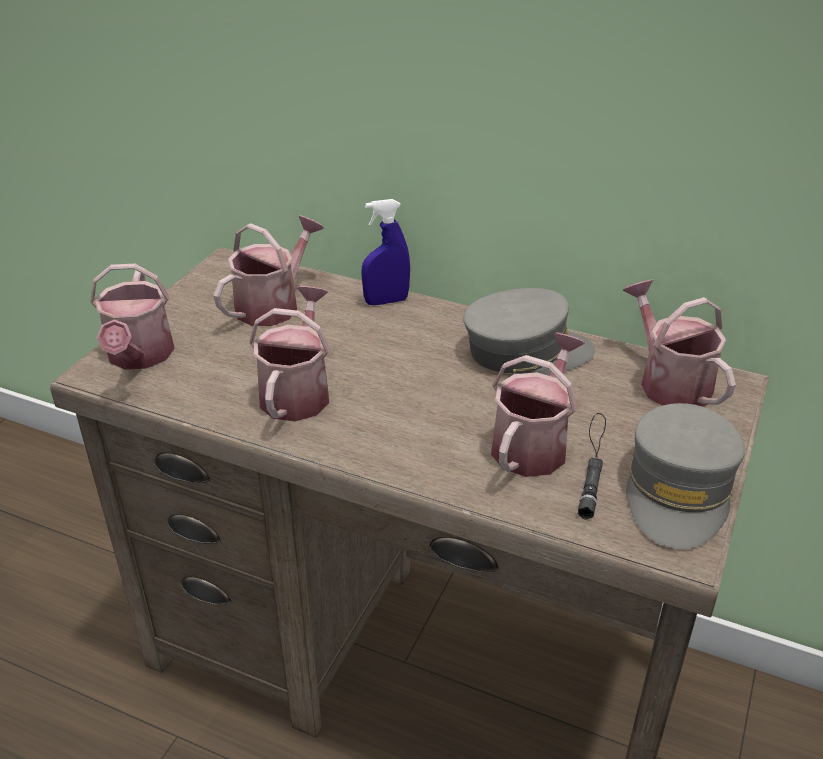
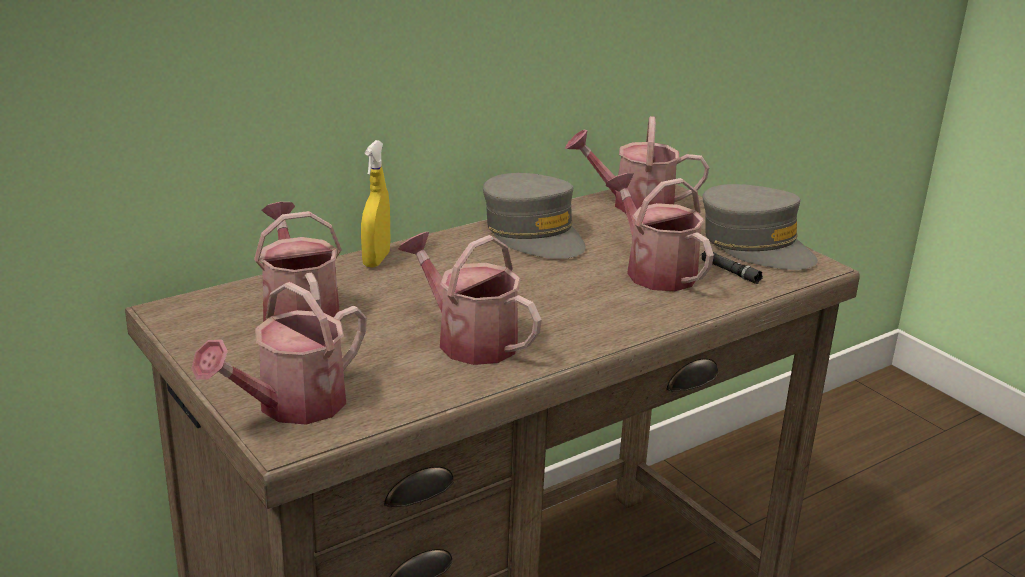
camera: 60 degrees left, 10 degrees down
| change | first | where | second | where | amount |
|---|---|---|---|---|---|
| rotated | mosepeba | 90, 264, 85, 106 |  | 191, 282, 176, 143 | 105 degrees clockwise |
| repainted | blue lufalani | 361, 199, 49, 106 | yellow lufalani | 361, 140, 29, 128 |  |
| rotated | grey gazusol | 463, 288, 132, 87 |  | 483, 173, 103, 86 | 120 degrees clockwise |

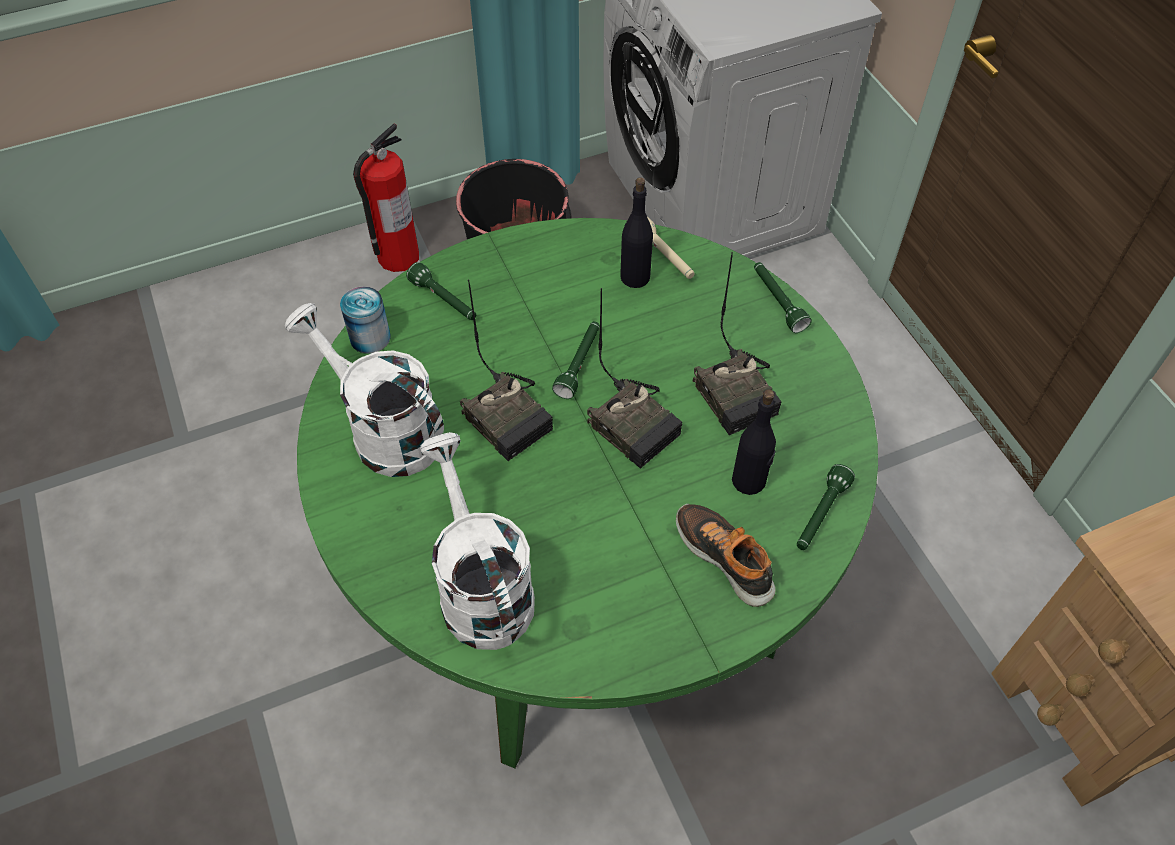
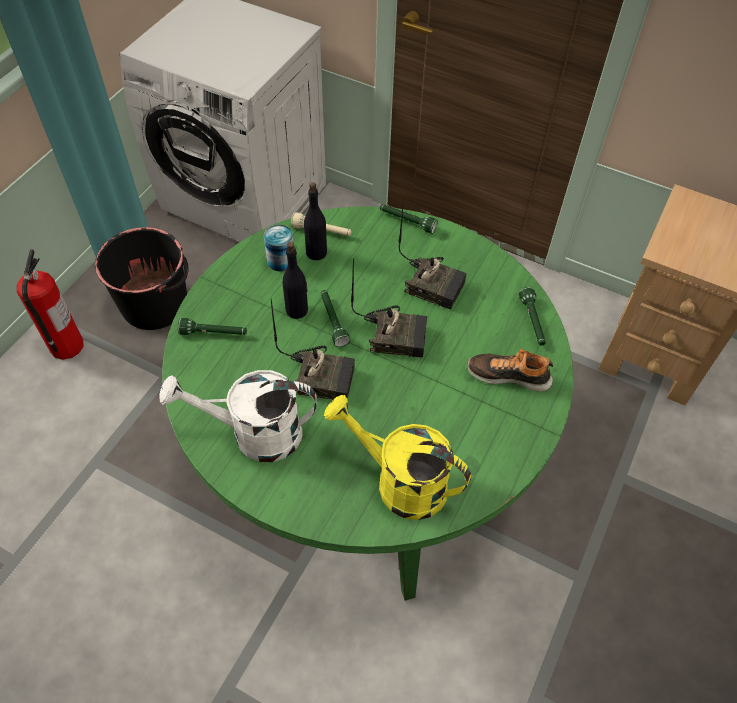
camera: 40 degrees left, 0 degrees up
| change | first | where | second | where | amount |
|---|---|---|---|---|---|
| shifted | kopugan | 340, 286, 50, 68 |  | 264, 225, 29, 46 |  |
| shifted | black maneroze | 732, 389, 44, 106 |  | 283, 242, 25, 77 |  |
| repainted | white mosepeba | 420, 432, 115, 218 | yellow mosepeba | 324, 395, 147, 125 |  |

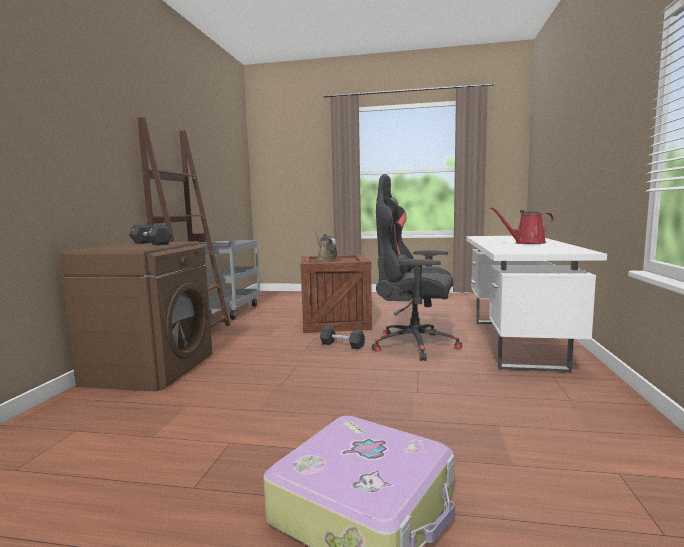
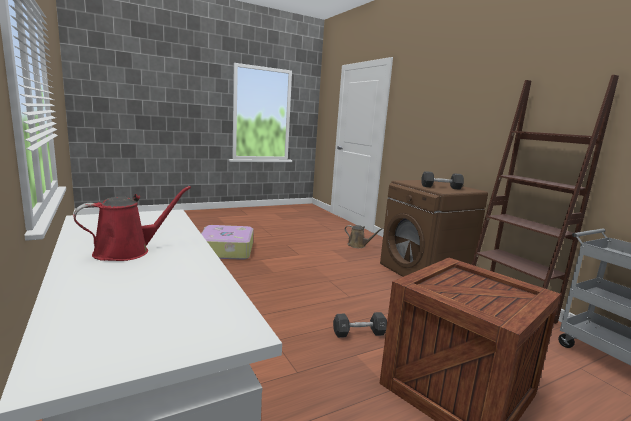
camera: 140 degrees right, 5 degrees up
| change | first | where | second | where | amount |
|---|---|---|---|---|---|
| shifted | brown mosepeba | 315, 231, 23, 32 |  | 345, 225, 39, 23 |  |
| gone | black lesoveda | 372, 174, 90, 187 |  |  |  |

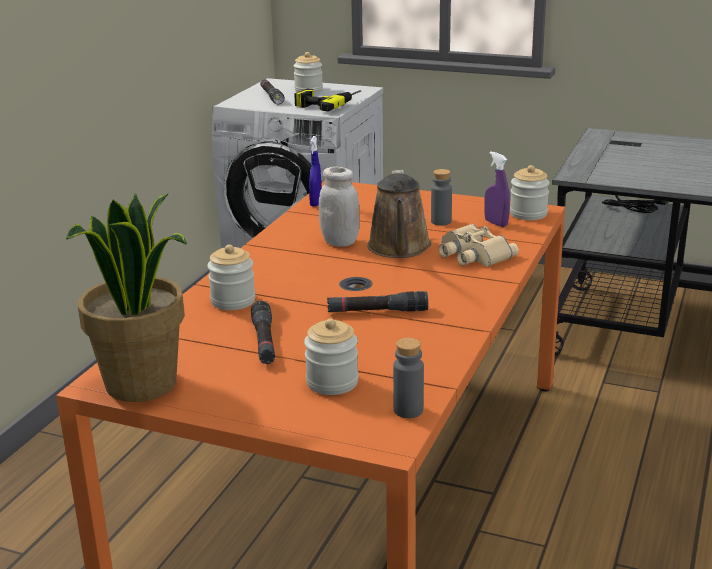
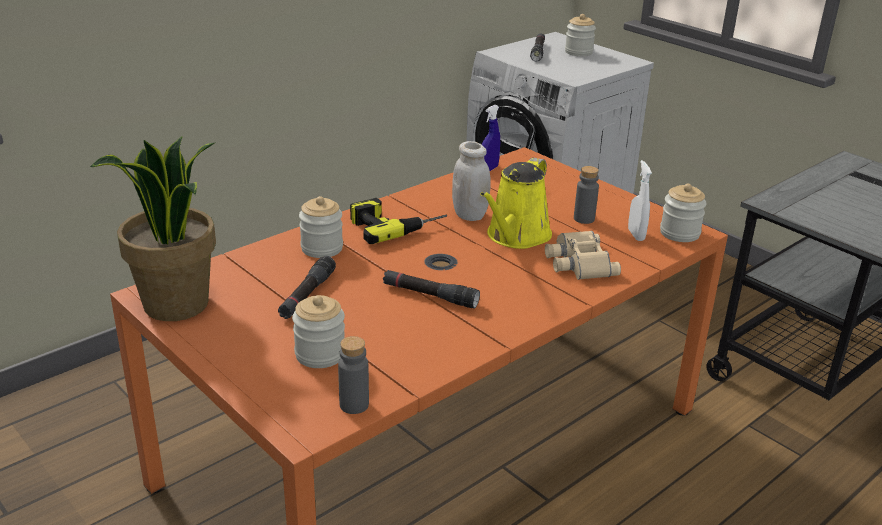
camera: 25 degrees right, 5 degrees up
| change | first | where | second | where | amount |
|---|---|---|---|---|---|
| shifted | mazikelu | 294, 89, 67, 23 |  | 350, 198, 97, 46 |  |
| repainted | brown mosepeba | 367, 170, 64, 88 | yellow mosepeba | 480, 158, 72, 91 |  |
| repainted | purple lufalani | 484, 151, 26, 76 | white lufalani | 628, 160, 24, 81 |  |

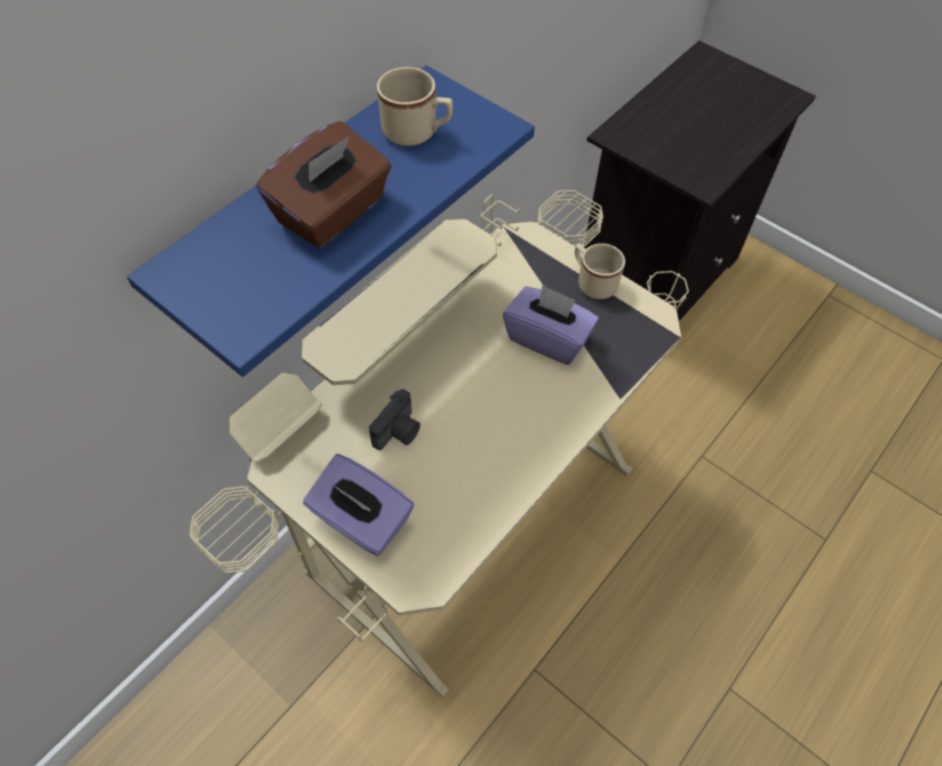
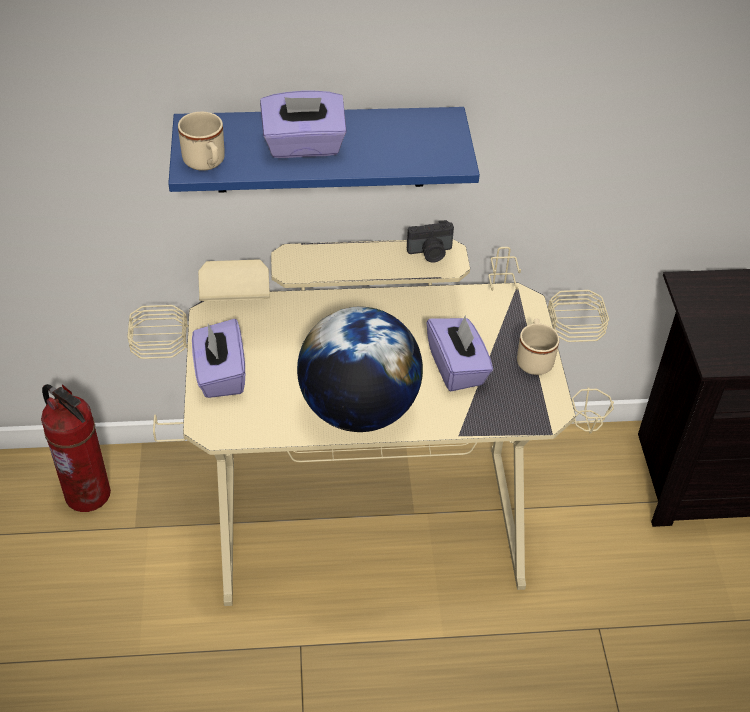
camera: 45 degrees right, 10 degrees down
| change | first | where | second | where | amount |
|---|---|---|---|---|---|
| new |  |  | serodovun | 41, 384, 70, 128 |  |
| shifted | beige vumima | 377, 67, 76, 79 |  | 178, 112, 47, 59 |  |
| repainted | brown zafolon | 256, 121, 135, 127 | purple zafolon | 260, 91, 87, 67 |  |
| new |  |  | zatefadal | 297, 307, 126, 125 |  |
| shifted | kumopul | 369, 389, 51, 61 |  | 407, 220, 47, 42 |  |

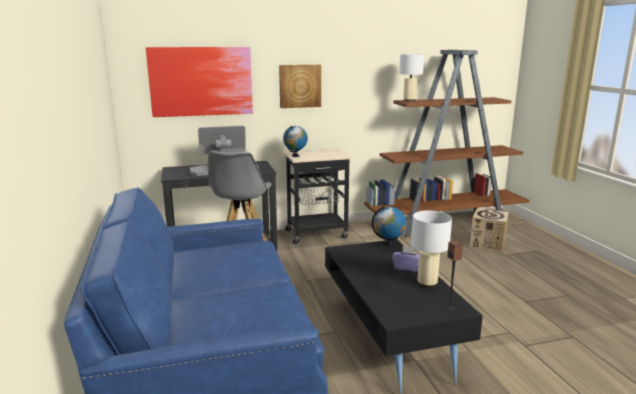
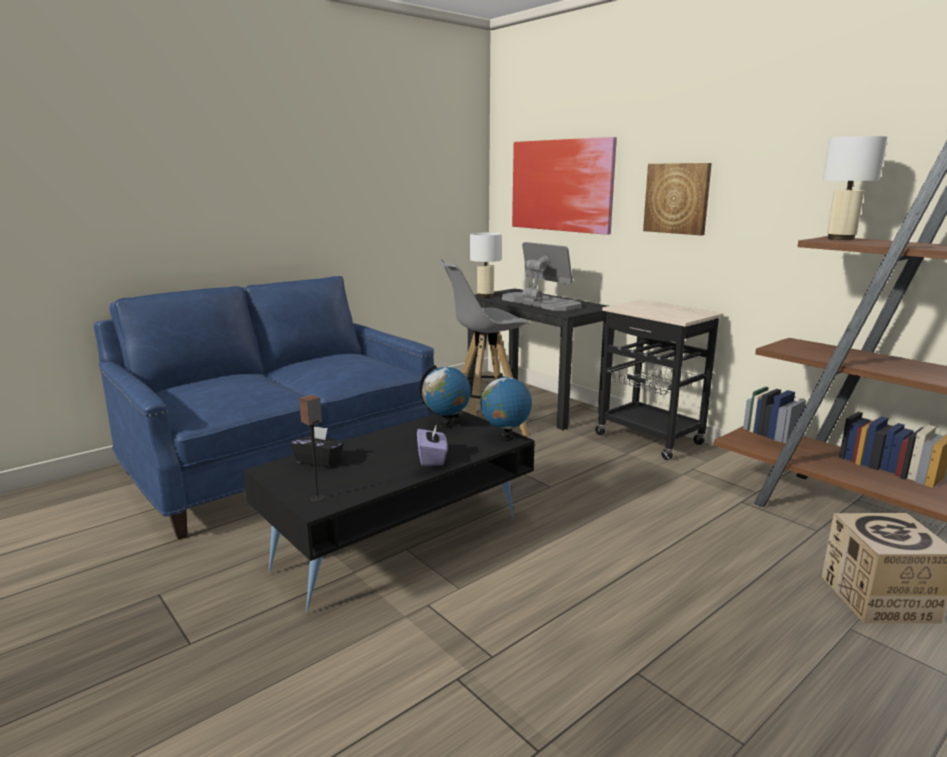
camera: 65 degrees right, 0 degrees up
| change | first | where | second | where | amount |
|---|---|---|---|---|---|
| new |  |  | black zafolon | 291, 427, 53, 40 |  |
| shifted | zatefadal | 283, 126, 25, 31 |  | 420, 365, 51, 63 |  |
| shifted | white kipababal | 411, 210, 41, 78 |  | 470, 233, 32, 64 |  |

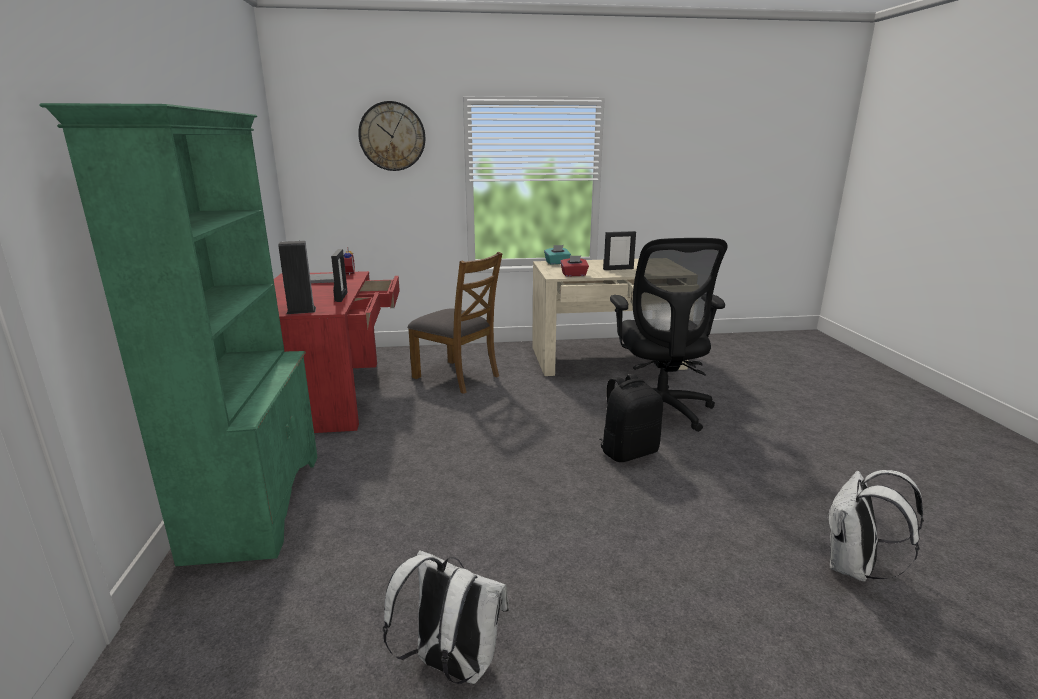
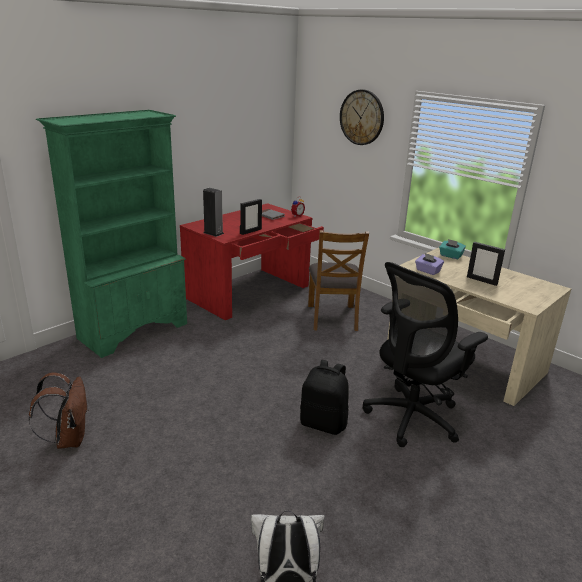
camera: 50 degrees right, 5 degrees up
| change | first | where | second | where | amount |
|---|---|---|---|---|---|
| repainted | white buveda | 383, 550, 126, 134 | brown buveda | 28, 373, 61, 76 |  |
| repainted | red zafolon | 560, 255, 29, 22 | purple zafolon | 415, 253, 29, 22 |  |

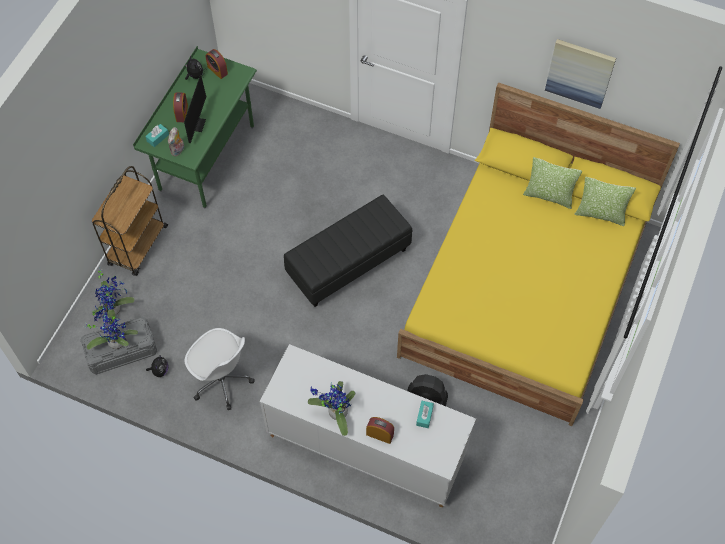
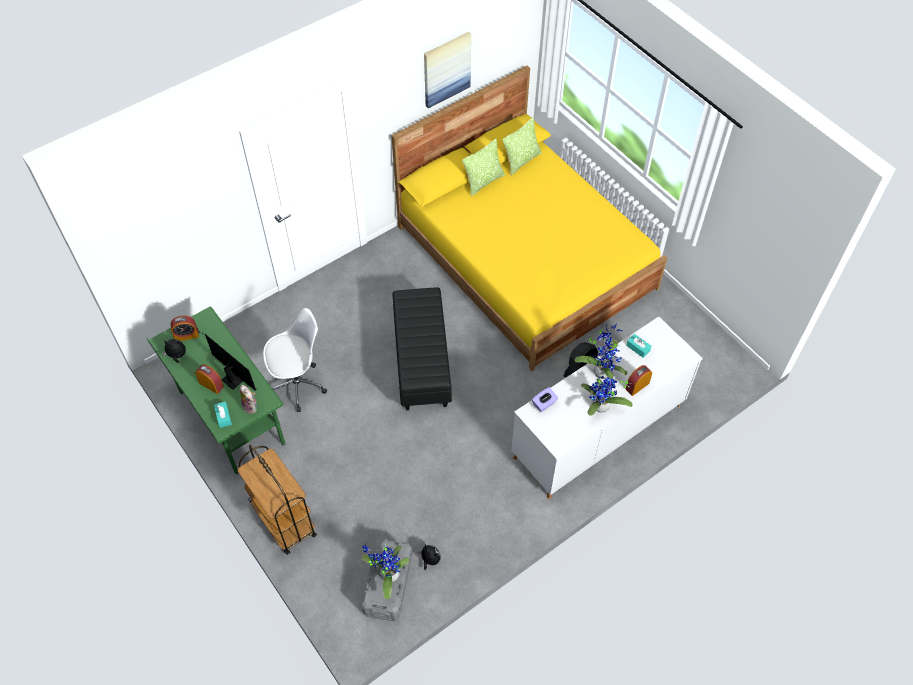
camera: 60 degrees left, 5 degrees down
| change | first | where | second | where | amount |
|---|---|---|---|---|---|
| shifted | white lesoveda | 184, 328, 71, 82 |  | 263, 308, 64, 104 |  |
| new |  |  | purple zafolon | 532, 387, 26, 25 |  |
| shifted | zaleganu | 94, 270, 41, 54 |  | 575, 324, 52, 55 |  |

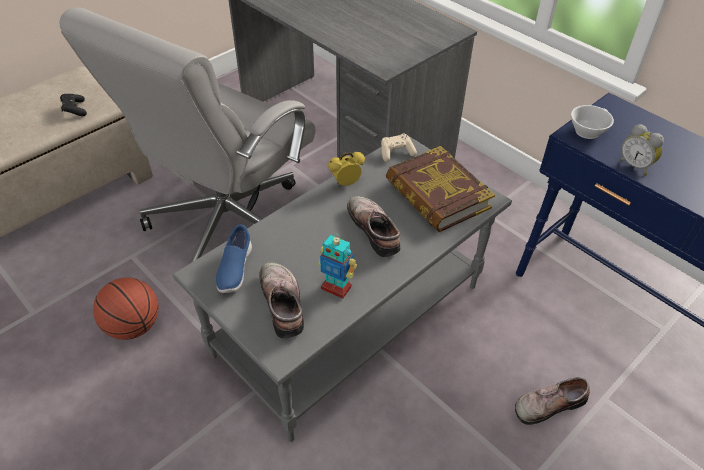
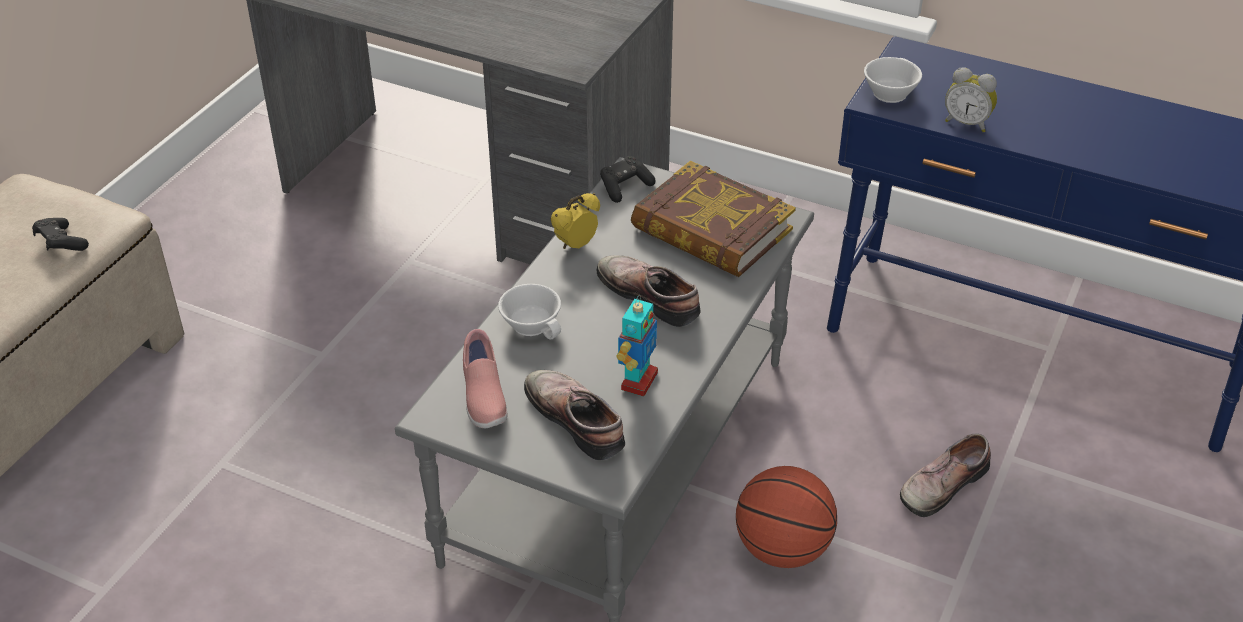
camera: 20 degrees left, 5 degrees down
| change | first | where | second | where | amount |
|---|---|---|---|---|---|
| repainted | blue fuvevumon | 216, 225, 36, 68 | pink fuvevumon | 463, 329, 44, 99 |  |
| new |  |  | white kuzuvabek | 498, 284, 63, 56 |  |
| repainted | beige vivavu | 381, 134, 36, 28 | black vivavu | 600, 156, 55, 47 |  |
| rotated | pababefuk | 318, 233, 39, 66 |  | 616, 295, 42, 102 | 75 degrees counterclockwise |
| shifted | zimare | 93, 278, 66, 62 |  | 736, 466, 101, 102 |  |
| gone | grey lesoveda | 60, 7, 255, 256 |  |  |  |

